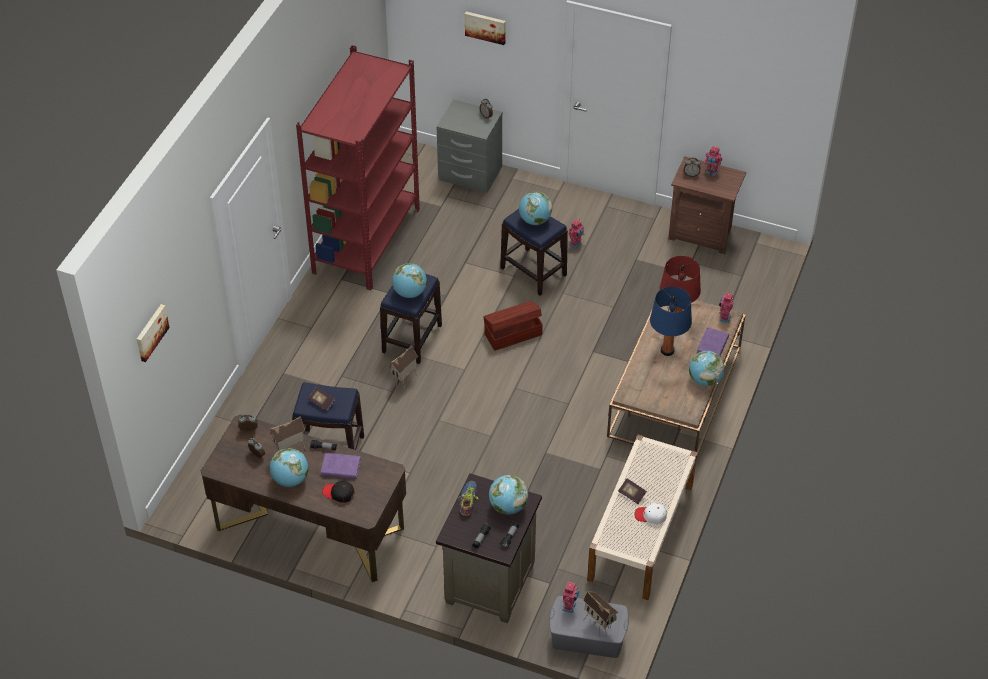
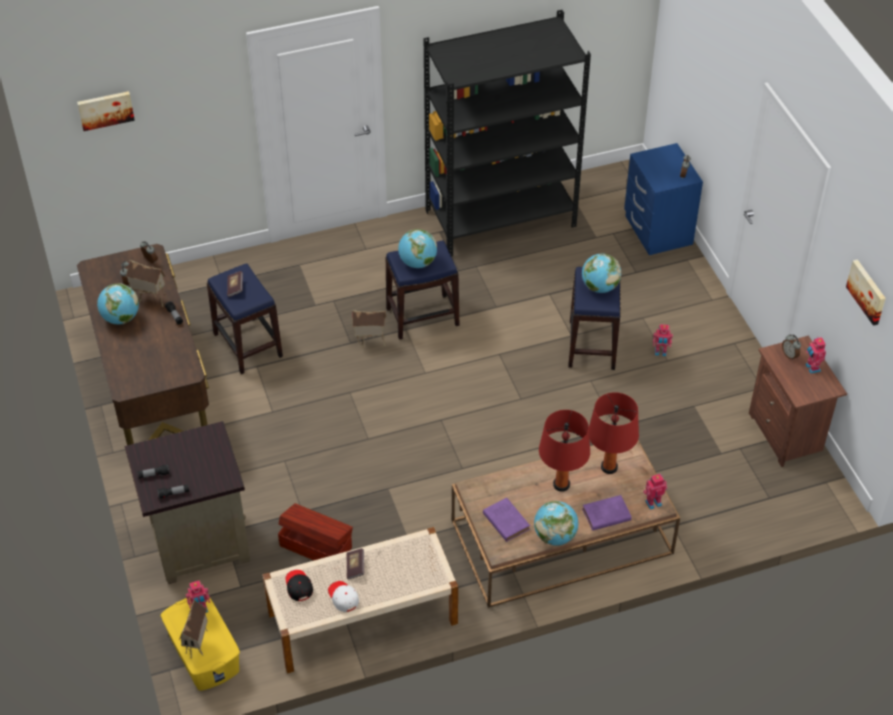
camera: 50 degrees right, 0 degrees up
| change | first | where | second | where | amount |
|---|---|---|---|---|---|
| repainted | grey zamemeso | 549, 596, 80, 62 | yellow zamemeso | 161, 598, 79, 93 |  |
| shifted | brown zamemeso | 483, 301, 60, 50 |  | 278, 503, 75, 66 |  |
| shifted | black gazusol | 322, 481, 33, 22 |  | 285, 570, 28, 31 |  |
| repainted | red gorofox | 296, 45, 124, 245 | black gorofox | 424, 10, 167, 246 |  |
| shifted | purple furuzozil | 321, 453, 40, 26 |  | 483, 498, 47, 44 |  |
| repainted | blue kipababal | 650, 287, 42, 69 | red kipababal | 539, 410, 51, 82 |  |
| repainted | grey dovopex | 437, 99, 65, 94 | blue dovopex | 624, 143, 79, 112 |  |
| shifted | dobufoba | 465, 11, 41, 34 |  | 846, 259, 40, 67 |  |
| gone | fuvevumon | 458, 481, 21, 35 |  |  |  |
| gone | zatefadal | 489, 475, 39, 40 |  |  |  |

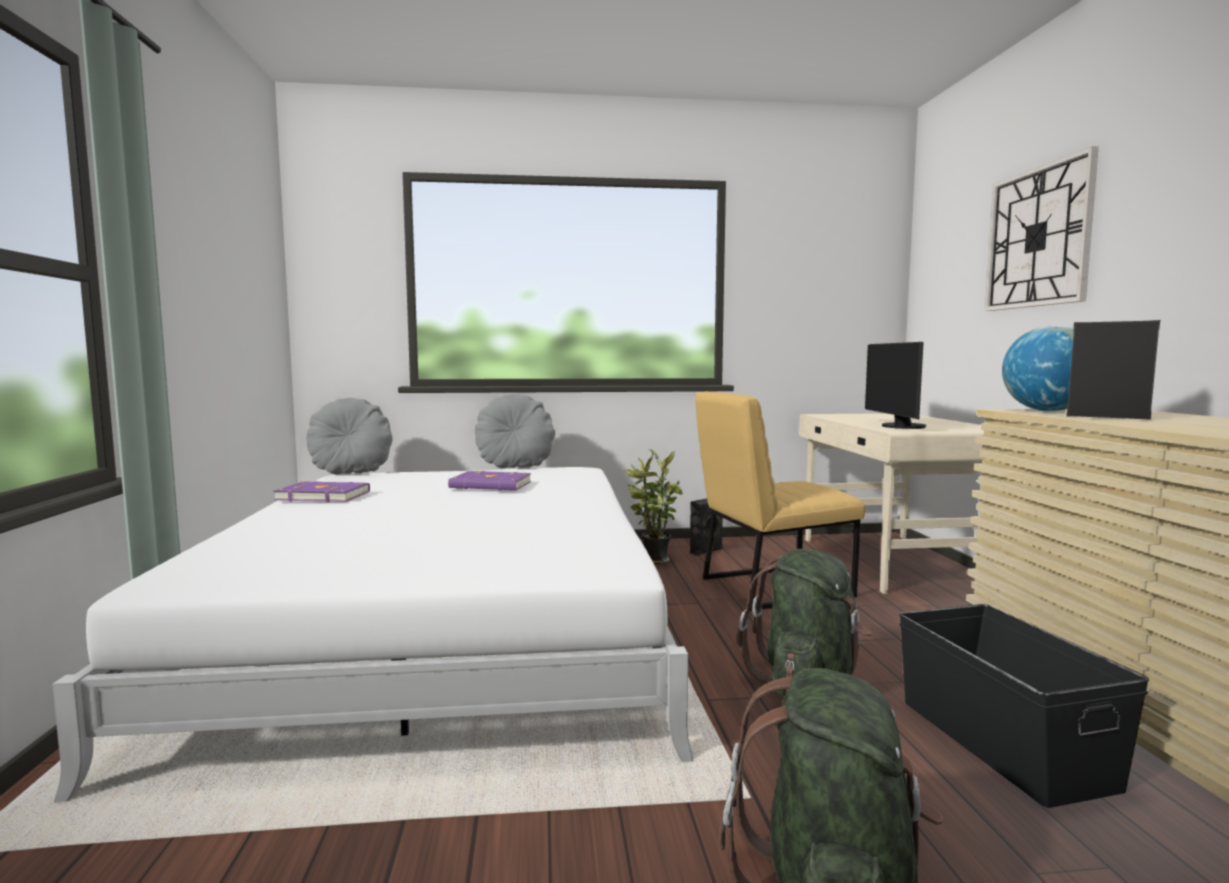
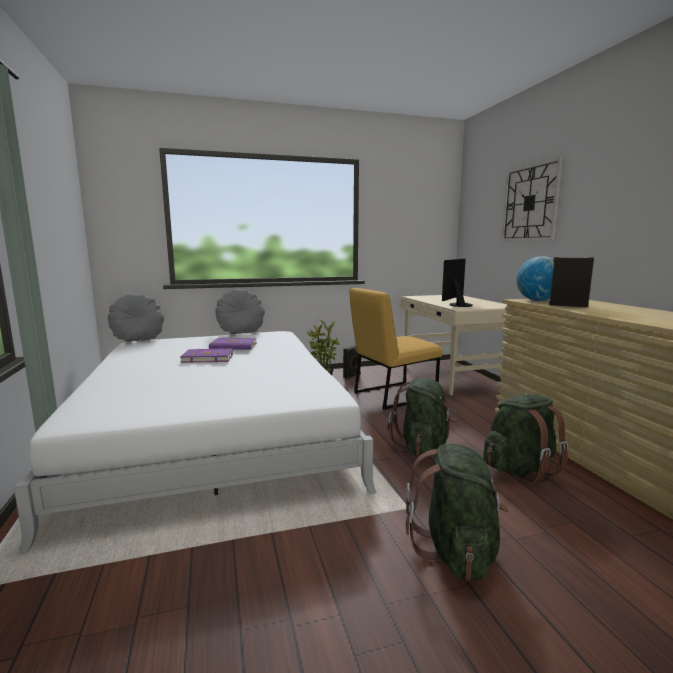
camera: 10 degrees left, 5 degrees up
| change | first | where | second | where | amount |
|---|---|---|---|---|---|
| shifted | purple furuzozil | 273, 481, 97, 21 |  | 180, 348, 54, 15 |  |
| rotated | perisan | 865, 342, 62, 87 |  | 442, 259, 31, 48 | 45 degrees clockwise |
| swapped | black zamemeso | 899, 604, 250, 204 | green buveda | 483, 394, 86, 89 |  |

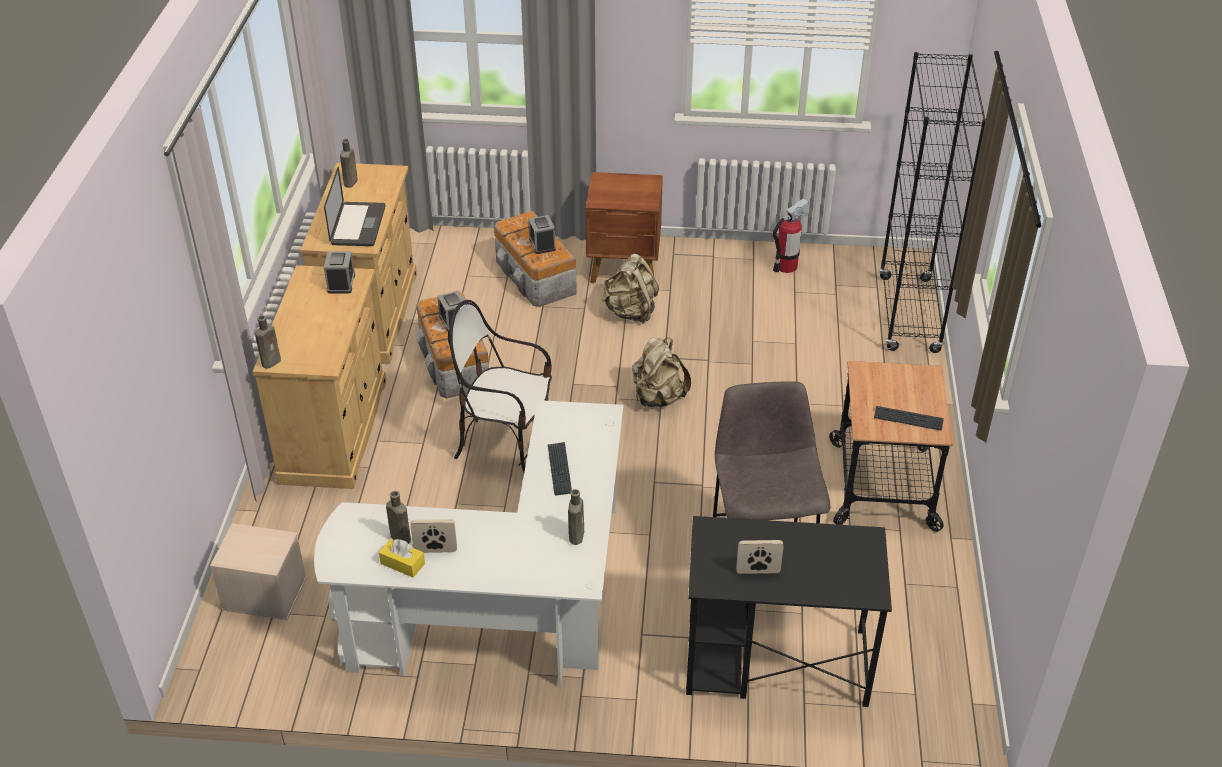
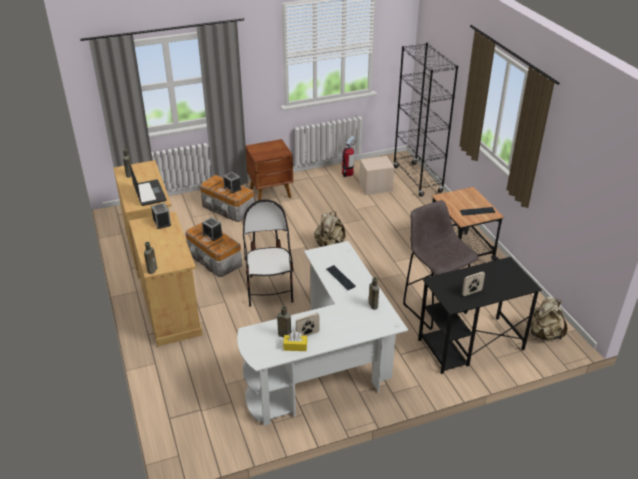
camera: 25 degrees left, 5 degrees down
| change | first | where | second | where | amount |
|---|---|---|---|---|---|
| rotated | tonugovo | 448, 300, 104, 173 |  | 243, 199, 51, 108 | 90 degrees clockwise |
| shifted | beige zamemeso | 210, 523, 97, 97 |  | 359, 156, 36, 39 |  |
| shifted | beige buveda | 602, 254, 57, 70 |  | 529, 296, 38, 44 |  |

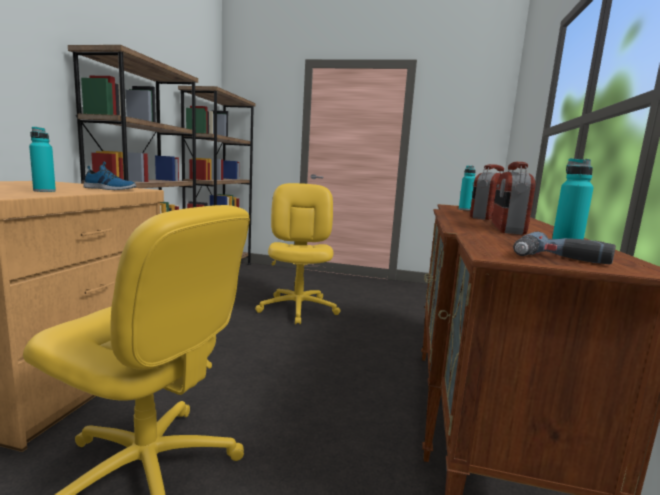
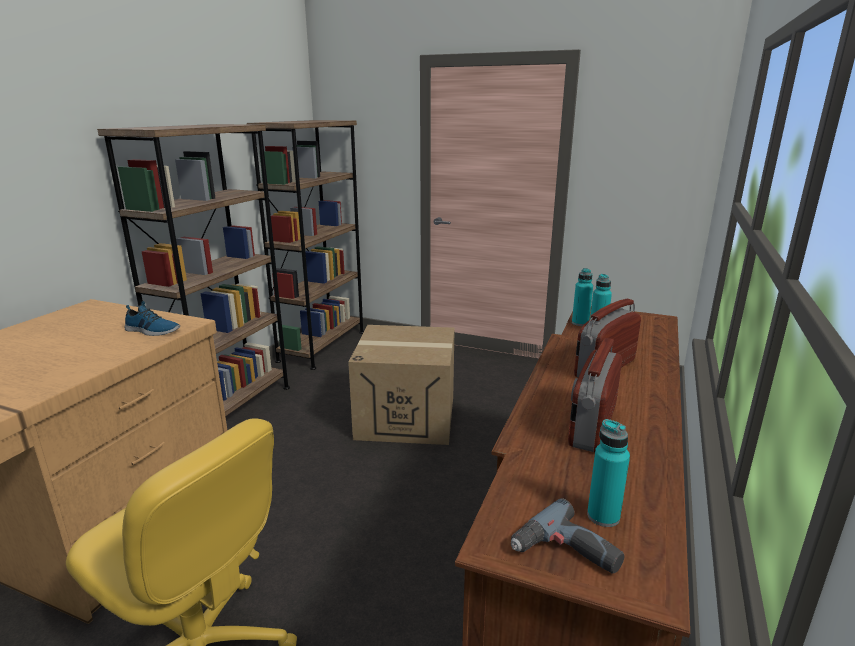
camera: 10 degrees right, 10 degrees up
| change | first | where | second | where | amount |
|---|---|---|---|---|---|
| swapped | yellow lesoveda | 255, 183, 86, 142 | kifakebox | 348, 325, 107, 120 |  |
| shifted | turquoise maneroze | 29, 127, 27, 65 |  | 572, 268, 21, 58 |  |

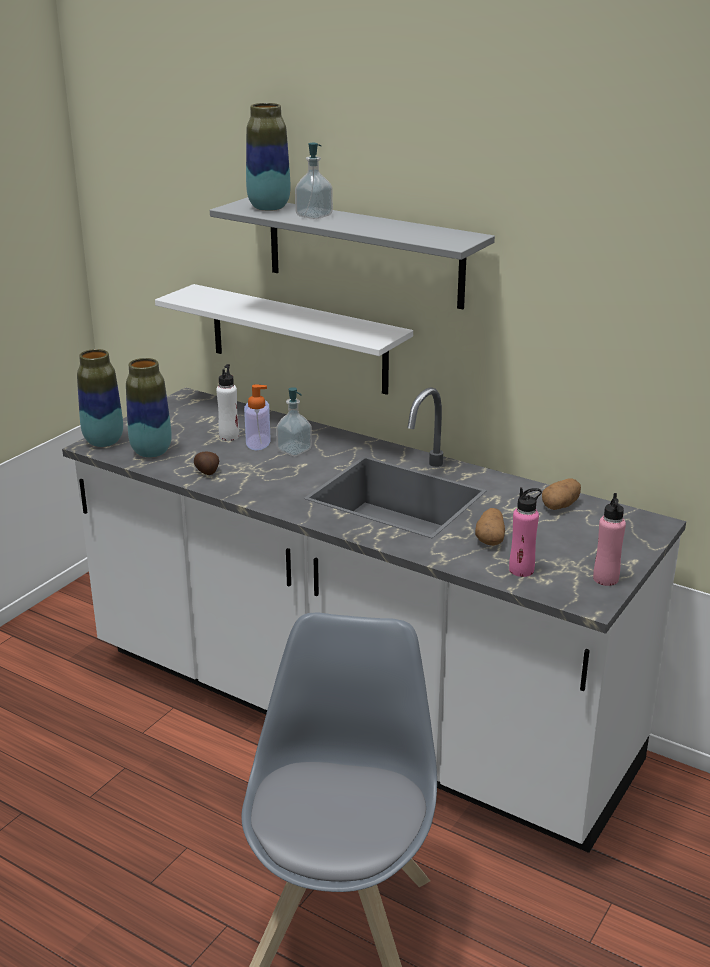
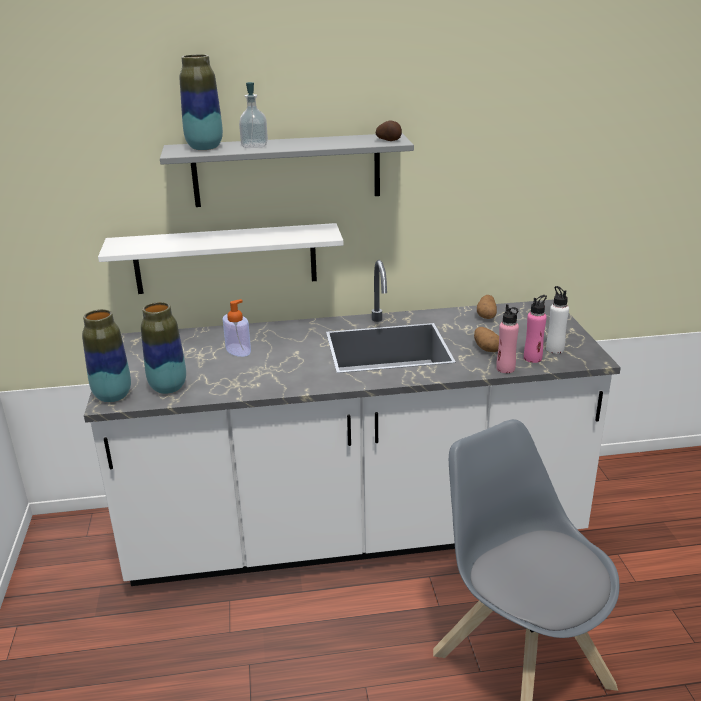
camera: 40 degrees left, 0 degrees up
| change | first | where | second | where | amount |
|---|---|---|---|---|---|
| shifted | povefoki | 194, 452, 25, 23 |  | 376, 120, 26, 21 |  |
| shifted | pink maneroze | 593, 493, 33, 93 |  | 496, 304, 23, 69 |  |
| shifted | white maneroze | 216, 364, 23, 77 |  | 546, 286, 23, 68 |  |
| gone | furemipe | 276, 387, 36, 69 |  |  |  |

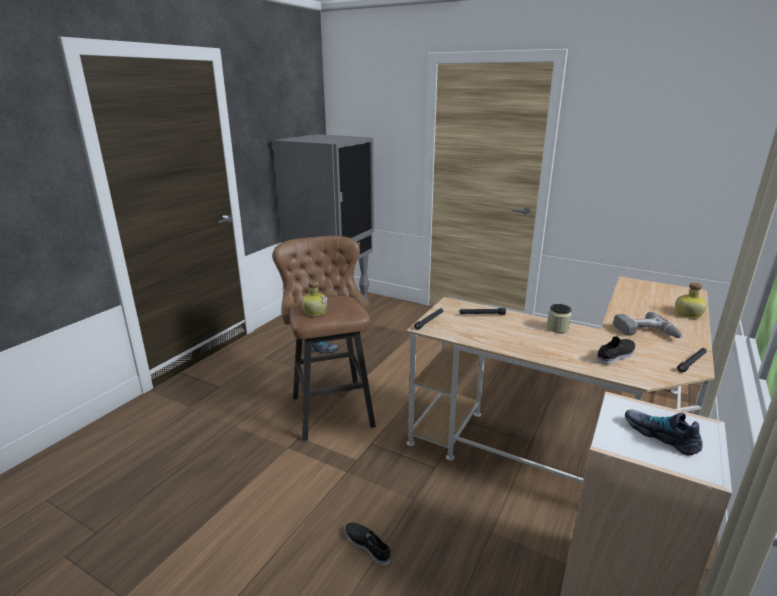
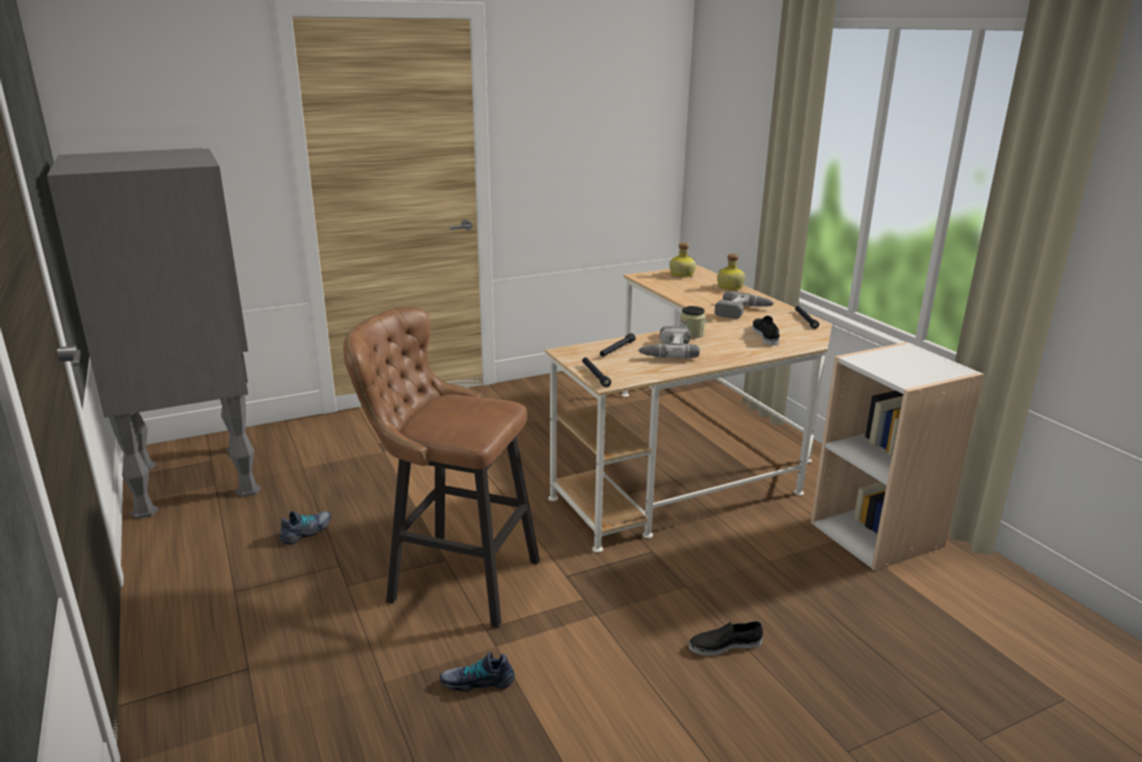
camera: 55 degrees left, 0 degrees up
| change | first | where | second | where | amount |
|---|---|---|---|---|---|
| shifted | fuvevumon | 625, 410, 78, 45 |  | 440, 652, 75, 40 |  |
| new |  |  | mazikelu | 638, 326, 62, 32 |  |
| shifted | maneroze | 301, 281, 27, 35 |  | 669, 243, 27, 35 |  |

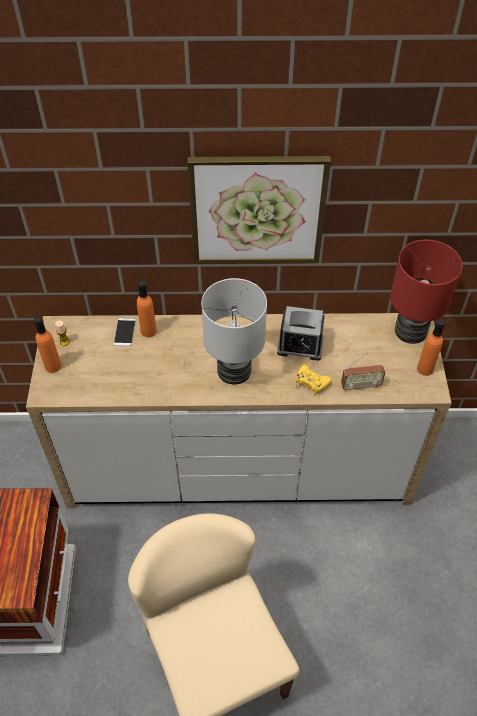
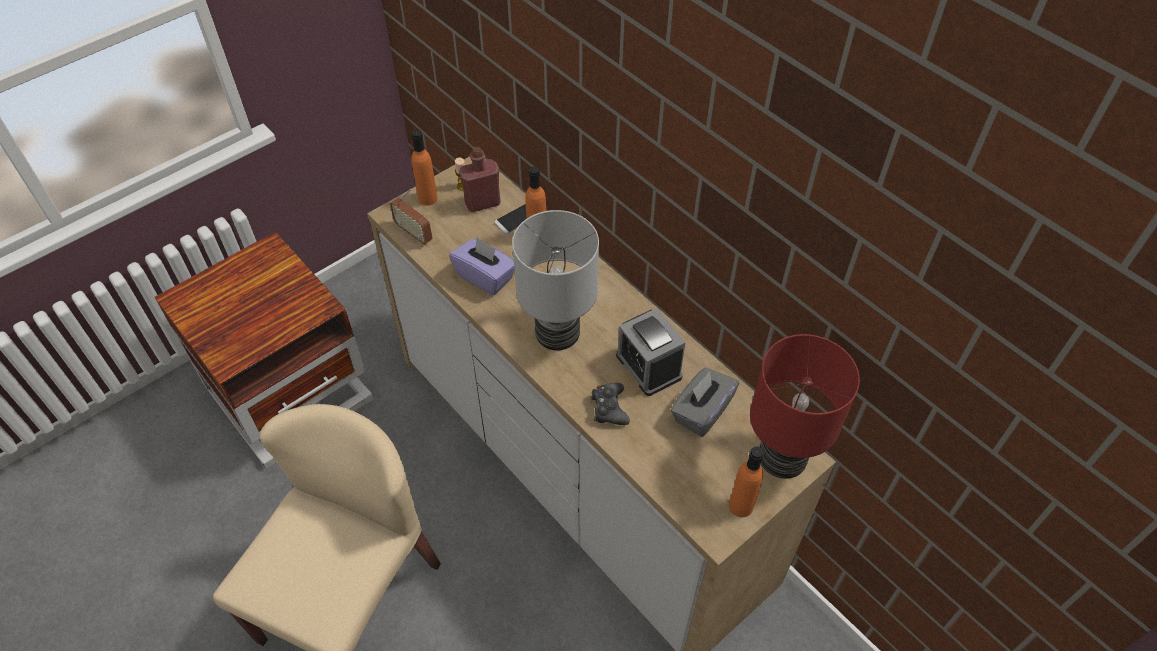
camera: 50 degrees right, 0 degrees up
| change | first | where | second | where | amount |
|---|---|---|---|---|---|
| shifted | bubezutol | 341, 352, 44, 39 |  | 390, 189, 42, 55 |  |
| new |  |  | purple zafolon | 449, 237, 65, 58 |  |
| new |  |  | red maneroze | 459, 147, 42, 65 |  |
| repainted | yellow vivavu | 296, 365, 36, 30 | black vivavu | 591, 383, 39, 42 |  |
| new |  |  | grey zafolon | 670, 368, 69, 69 |  |
| gone | dobufoba | 187, 156, 144, 108 |  |  |  |

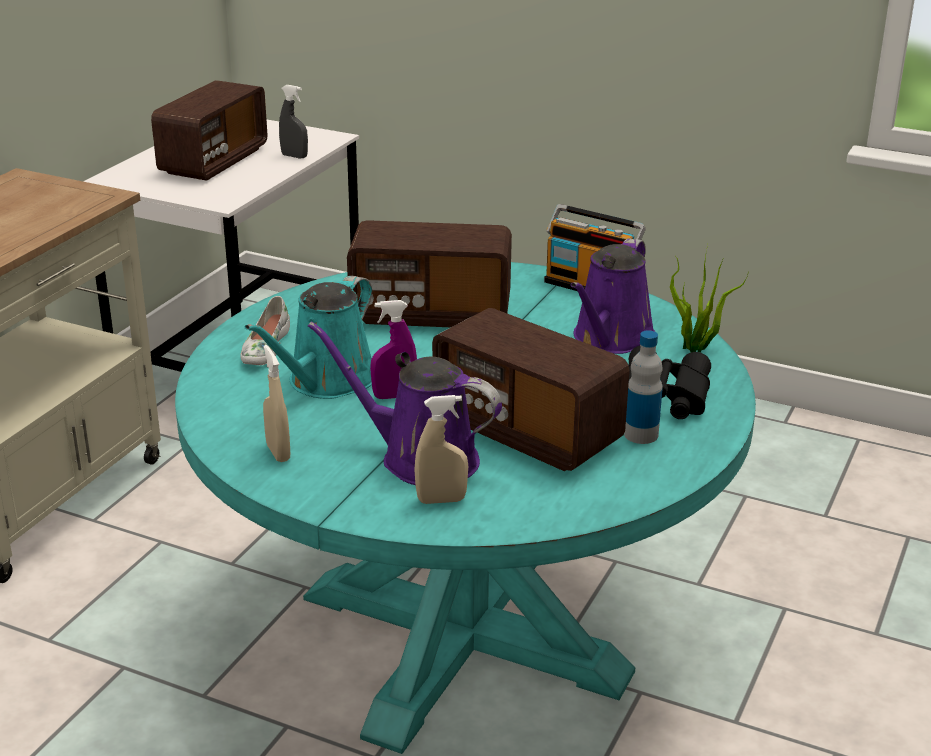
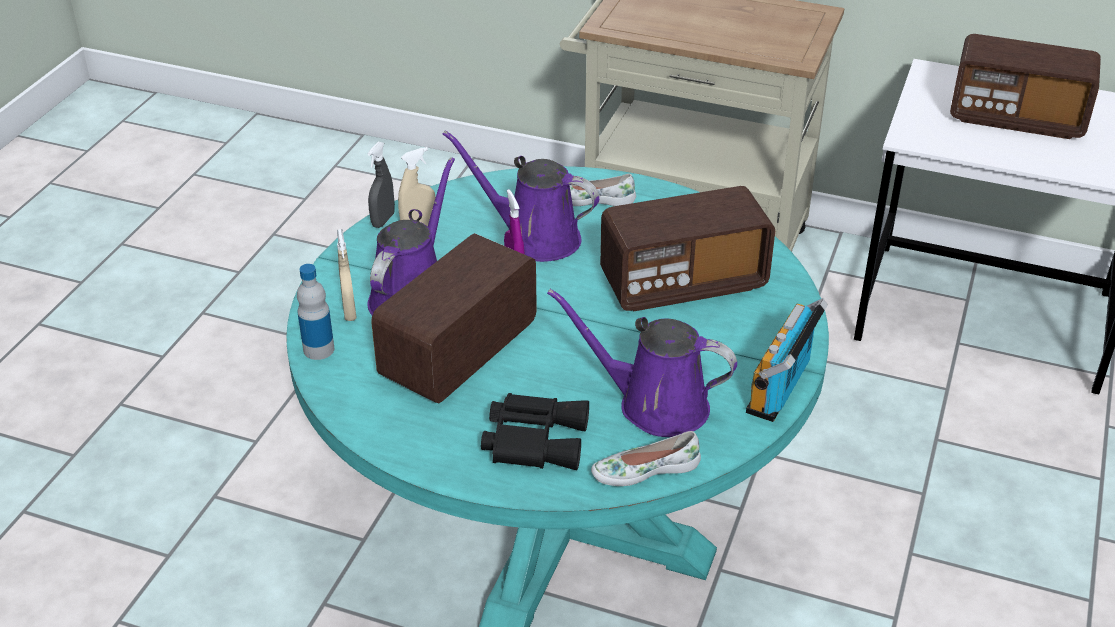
camera: 85 degrees right, 10 degrees up
| change | first | where | second | where | amount |
|---|---|---|---|---|---|
| shifted | maneroze | 624, 330, 39, 114 |  | 297, 264, 37, 96 |  |
| shifted | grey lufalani | 279, 85, 29, 73 |  | 367, 142, 28, 86 |  |
| repainted | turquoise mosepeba | 245, 276, 127, 123 | purple mosepeba | 443, 130, 156, 132 |  |
| swapped | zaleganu | 670, 245, 79, 107 | white fuvevumon | 591, 431, 110, 55 |  |
| rotated | bubezutol | 347, 220, 165, 107 |  | 600, 186, 175, 125 | 105 degrees counterclockwise |

